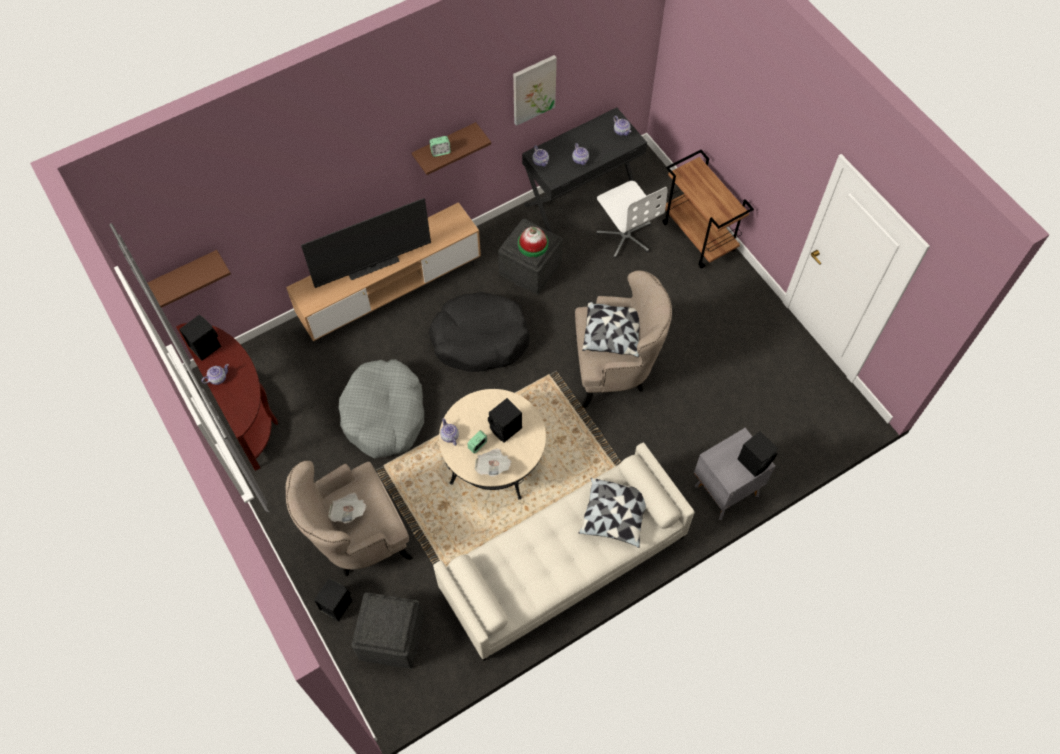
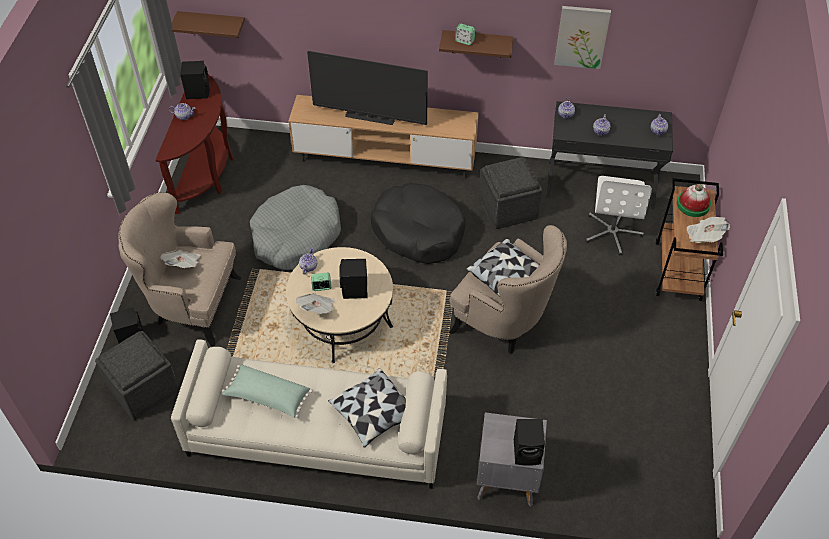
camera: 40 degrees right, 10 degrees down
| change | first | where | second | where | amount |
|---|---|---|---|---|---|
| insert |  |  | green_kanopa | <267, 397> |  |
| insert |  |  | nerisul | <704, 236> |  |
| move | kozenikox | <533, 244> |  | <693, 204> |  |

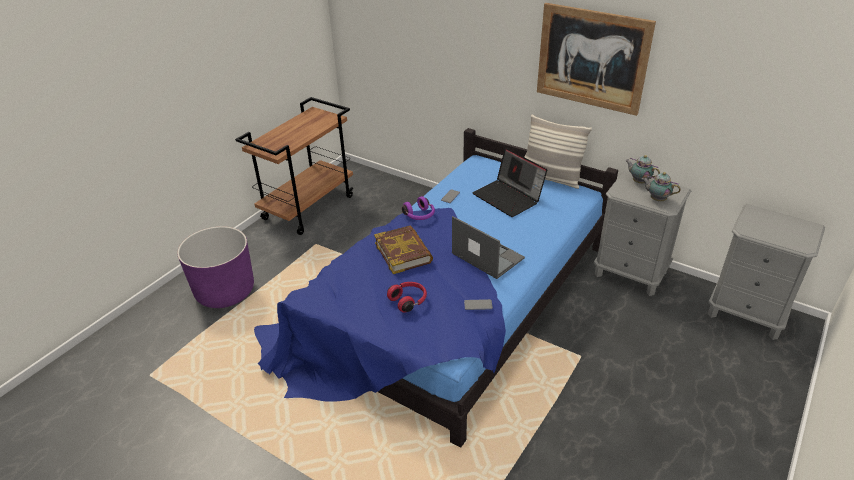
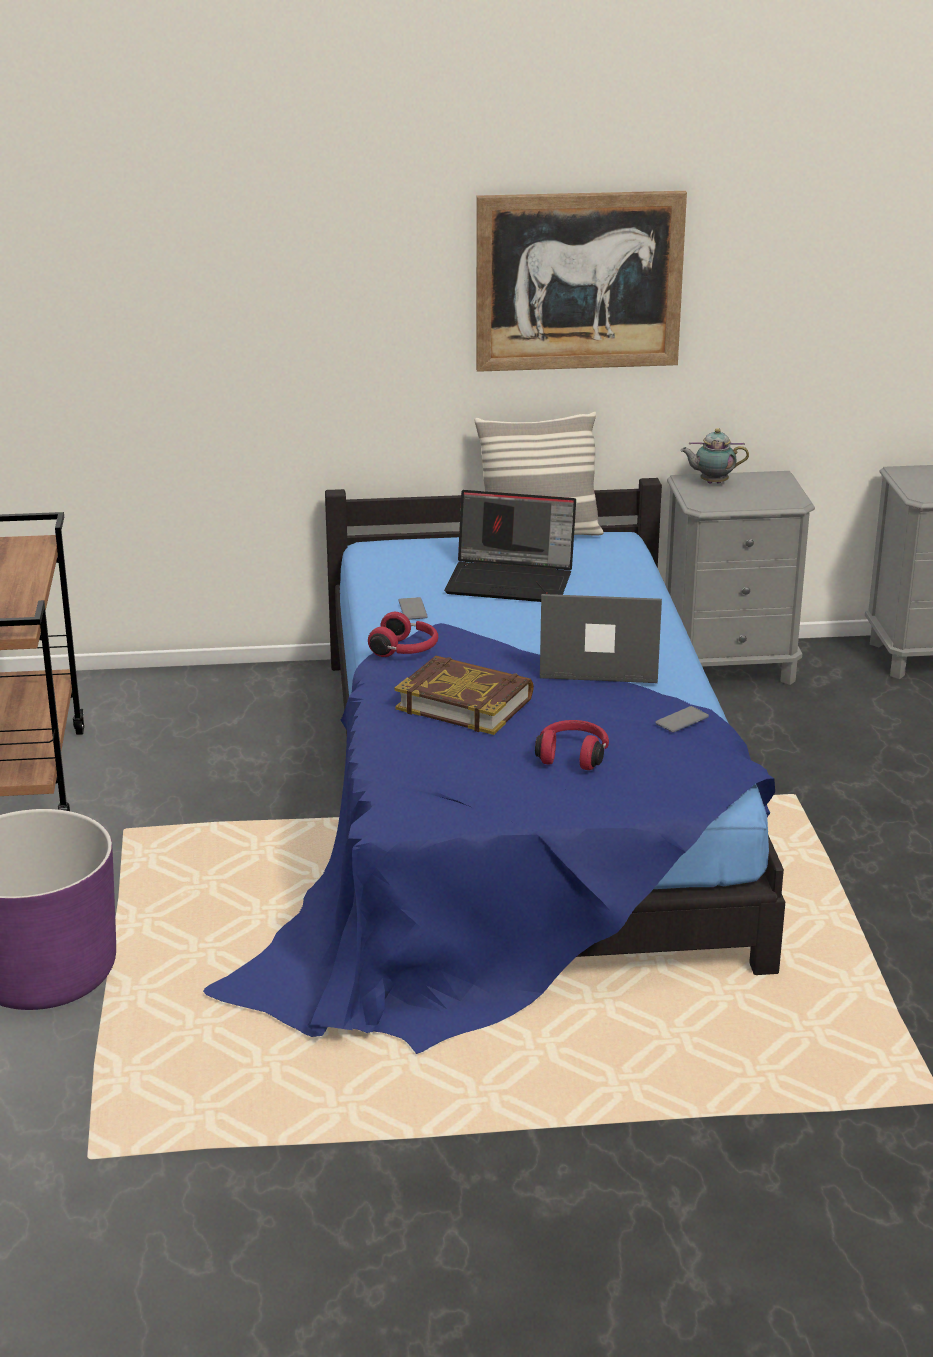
camera: 40 degrees left, 10 degrees down
| change | first | where | second | where | amount |
|---|---|---|---|---|---|
| delete | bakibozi | <656, 199> |  |  |  |
| recolor | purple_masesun | <420, 216> | red_masesun | <405, 650> |  |

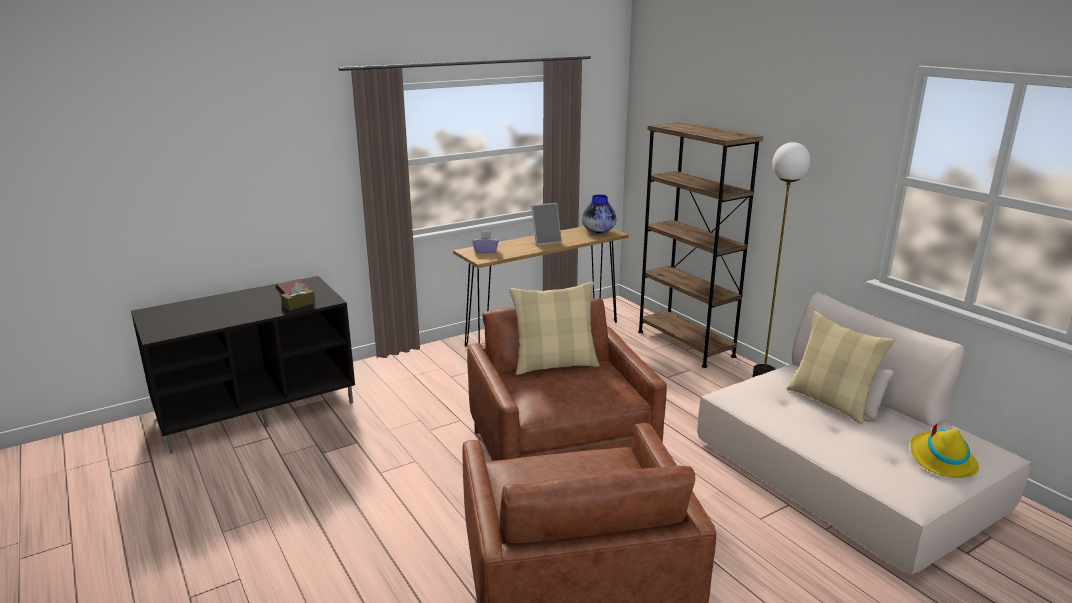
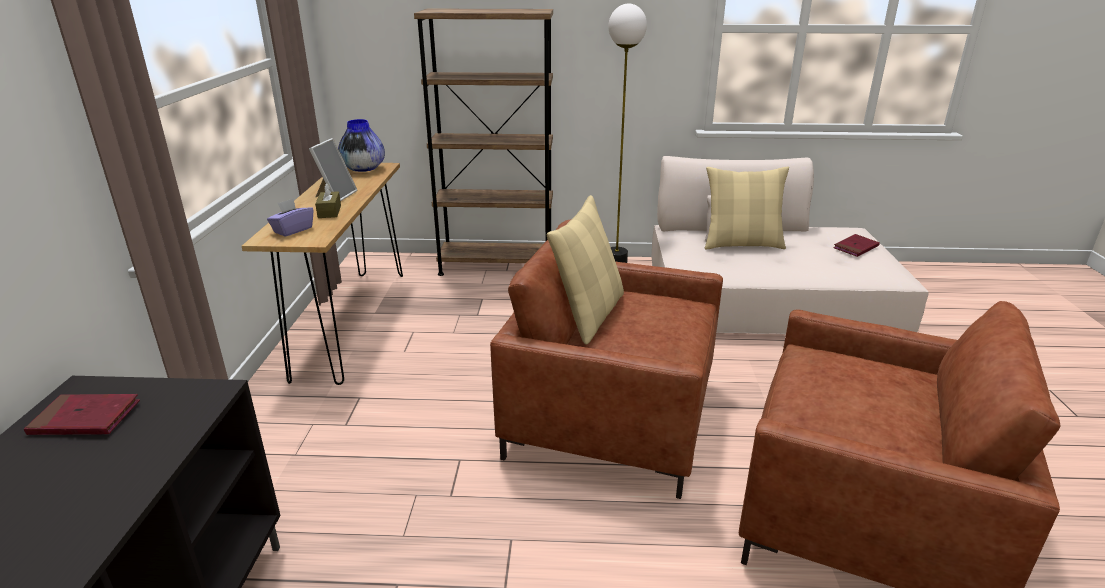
camera: 55 degrees left, 5 degrees up
| change | first | where | second | where | amount |
|---|---|---|---|---|---|
| move | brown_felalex | <298, 304> |  | <329, 211> |  |
| replace | yellow_kozenikox | <940, 460> | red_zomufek | <855, 247> |  |

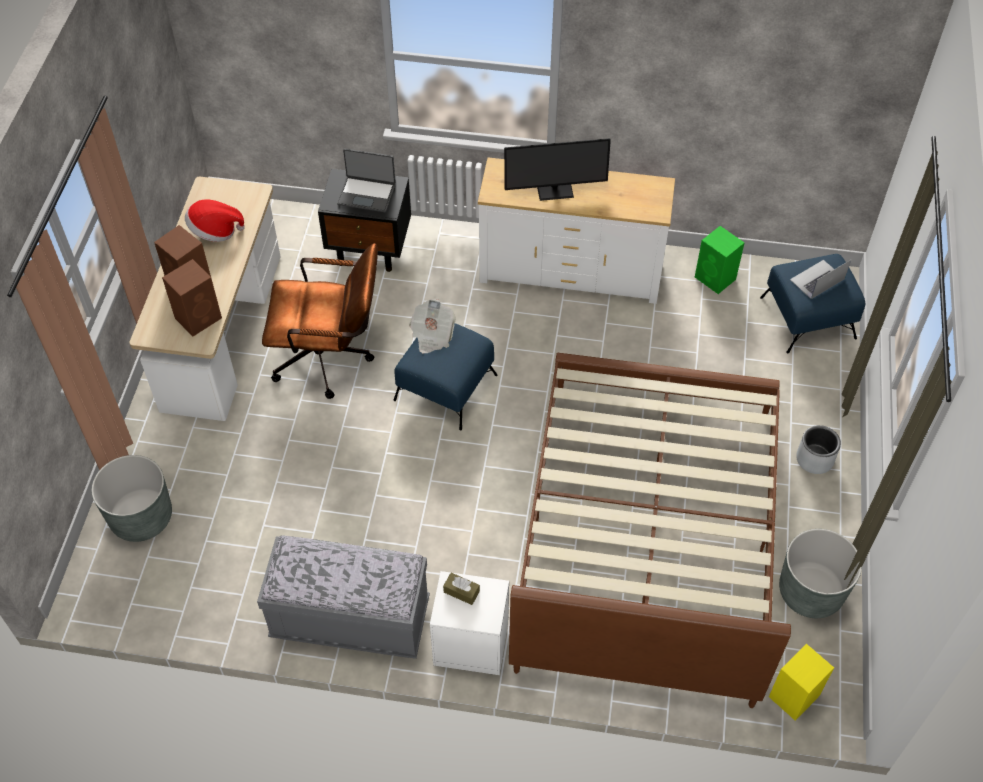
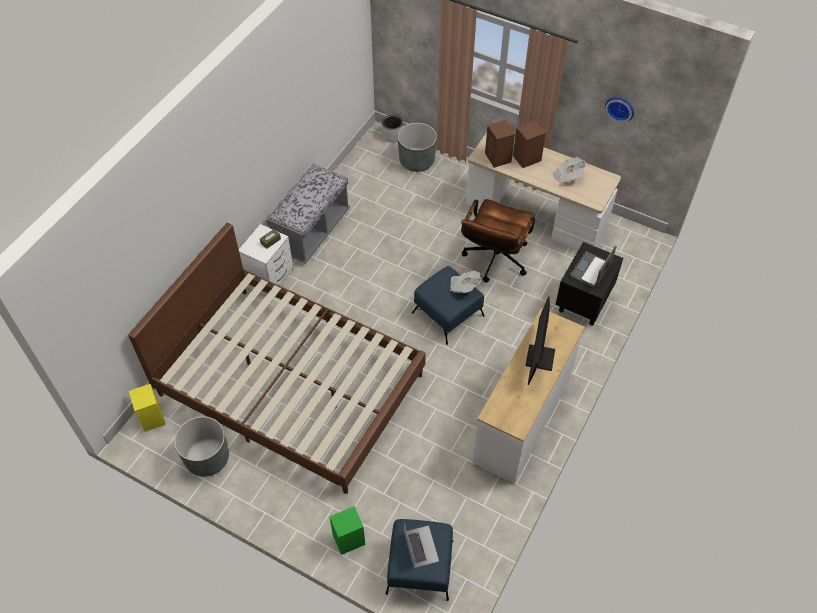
camera: 110 degrees right, 0 degrees up
| change | first | where | second | where | amount |
|---|---|---|---|---|---|
| insert |  |  | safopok | <620, 108> |  |
| move | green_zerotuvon | <716, 279> |  | <348, 540> |  |
| move | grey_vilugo | <814, 459> |  | <392, 135> |  |
| replace | kozenikox | <215, 231> | nerisul | <567, 176> |  |

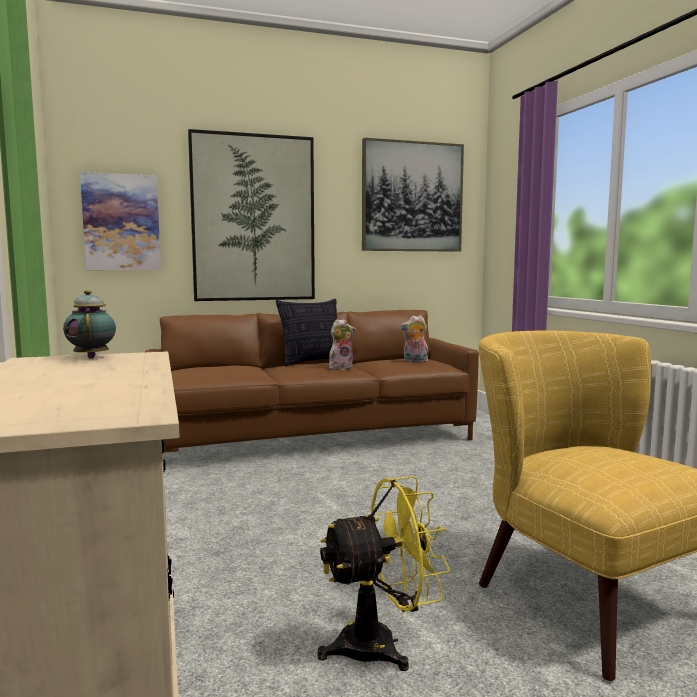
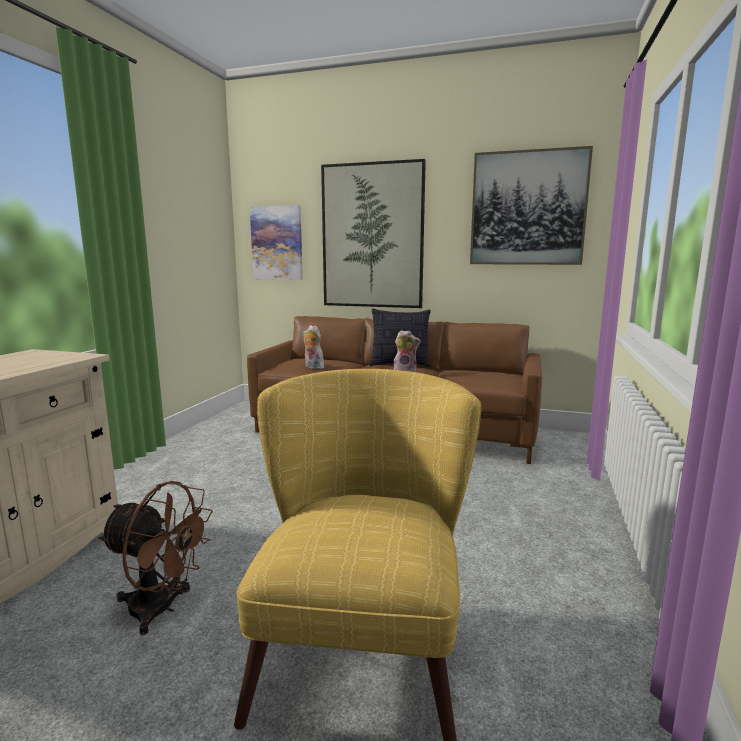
camera: 35 degrees right, 5 degrees up
| change | first | where | second | where | amount |
|---|---|---|---|---|---|
| delete | bakibozi | <92, 357> |  |  |  |
| move | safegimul | <415, 362> |  | <312, 367> |  |
| recolor | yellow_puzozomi | <382, 644> | brown_puzozomi | <162, 609> |  |

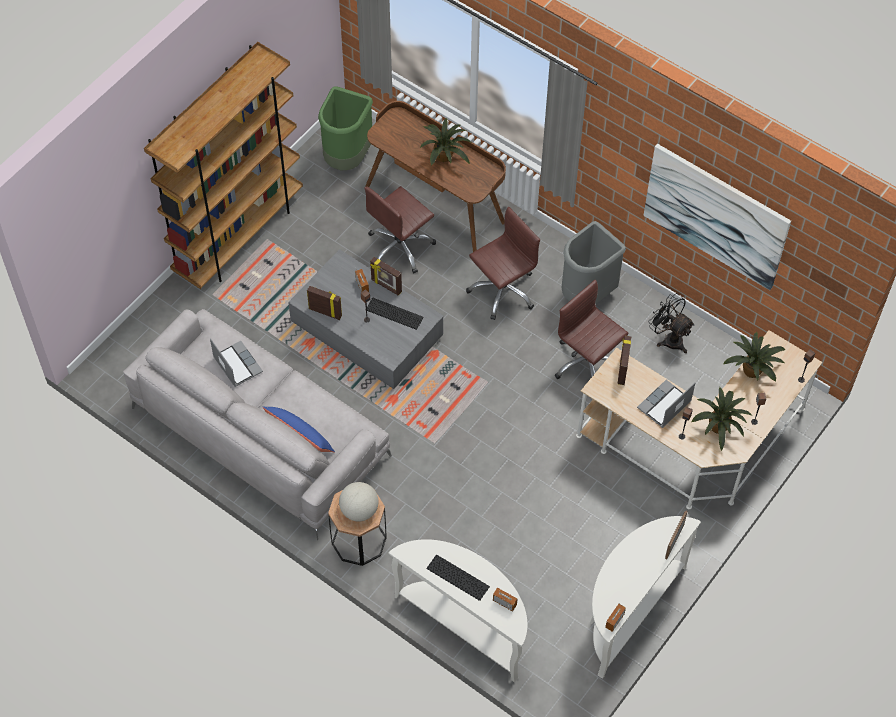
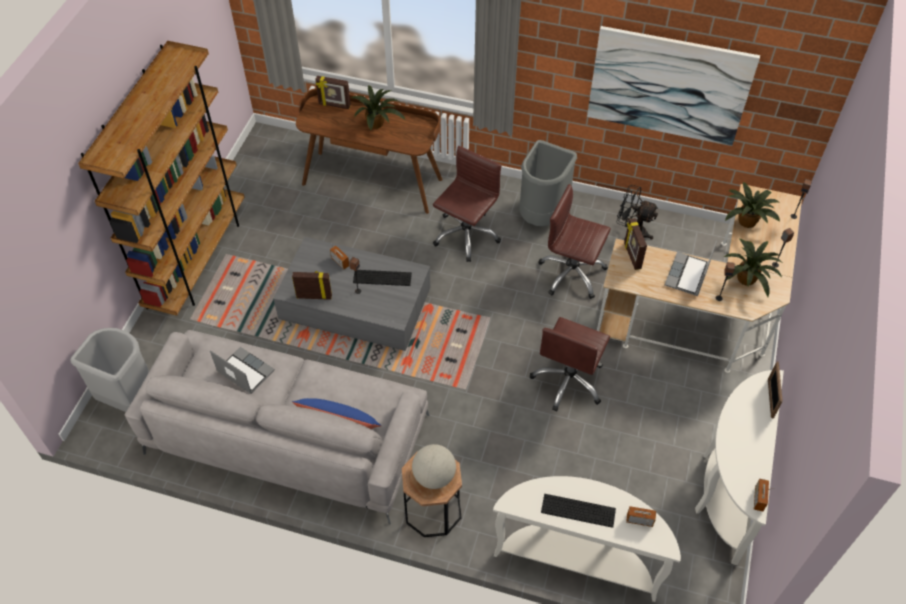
camera: 20 degrees left, 5 degrees down
| change | first | where | second | where | amount |
|---|---|---|---|---|---|
| delete | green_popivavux | <347, 157> |  |  |  |
| insert |  |  | grey_popivavux | <130, 398> |  |
| move | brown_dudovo | <400, 247> |  | <568, 381> |  |
| move | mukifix | <386, 286> |  | <334, 105> |  |

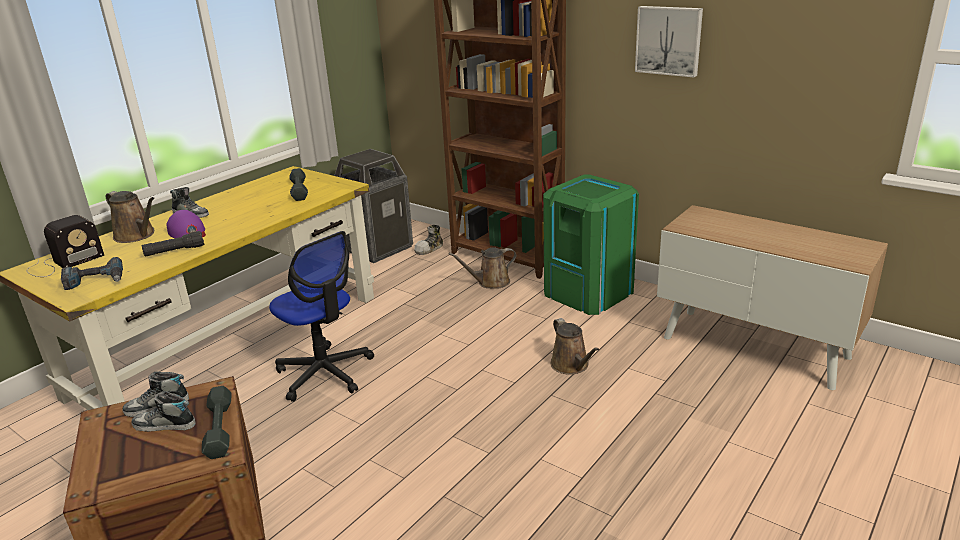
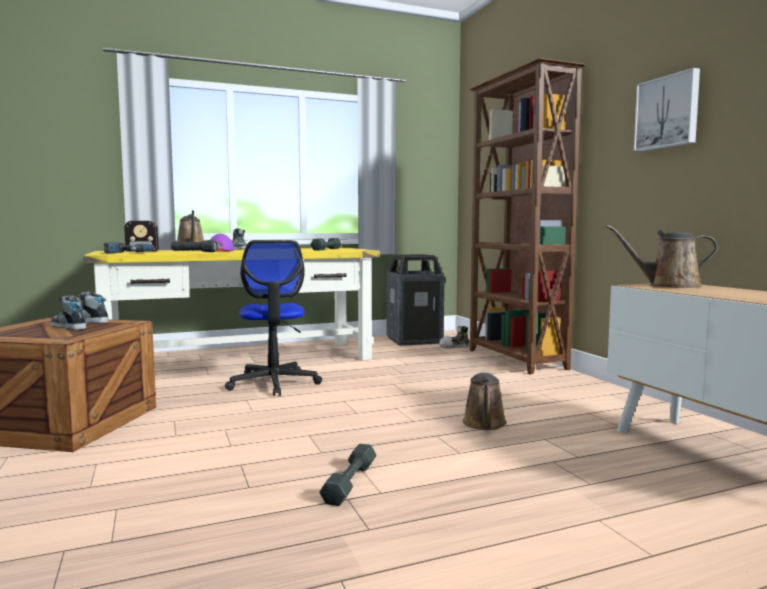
camera: 30 degrees right, 20 degrees down
| change | first | where | second | where | amount |
|---|---|---|---|---|---|
| delete | green_popivavux | <588, 292> |  |  |  |
| move | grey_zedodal | <219, 428> |  | <349, 482> |  |
| move | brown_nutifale | <490, 282> |  | <668, 286> |  |

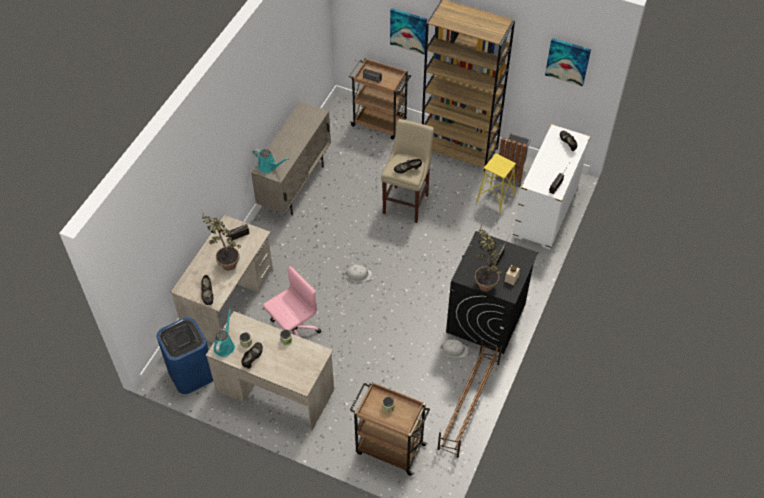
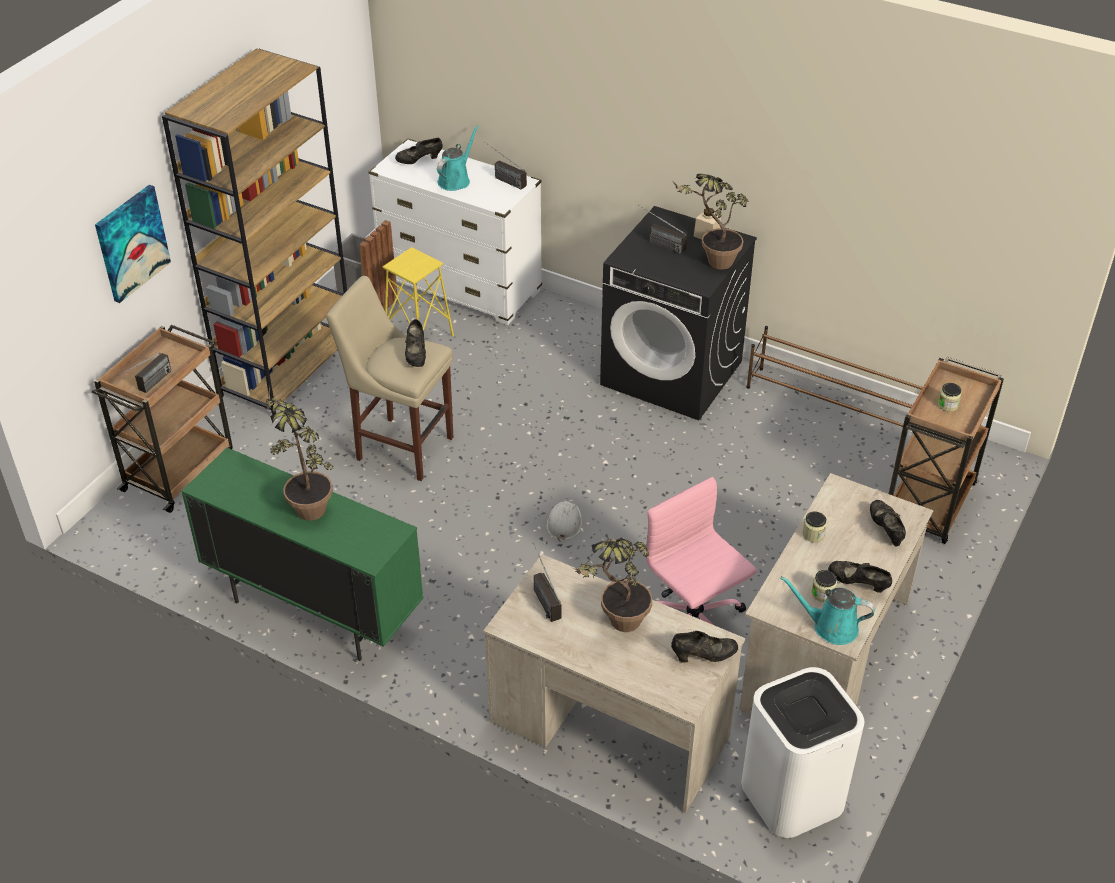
camera: 85 degrees left, 10 degrees down
| change | first | where | second | where | amount |
|---|---|---|---|---|---|
| delete | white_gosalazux | <454, 349> |  |  |  |
| delete | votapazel | <568, 61> |  |  |  |
| insert |  |  | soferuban | <306, 503> |  |
| insert |  |  | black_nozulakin | <885, 530> |  |
| move | turquoise_nutifale | <269, 167> |  | <455, 180> |  |
| recolor | blue_popivavux | <191, 373> | white_popivavux | <792, 795> |  |
| recolor | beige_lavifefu | <295, 186> | green_lavifefu | <314, 610> |  |

